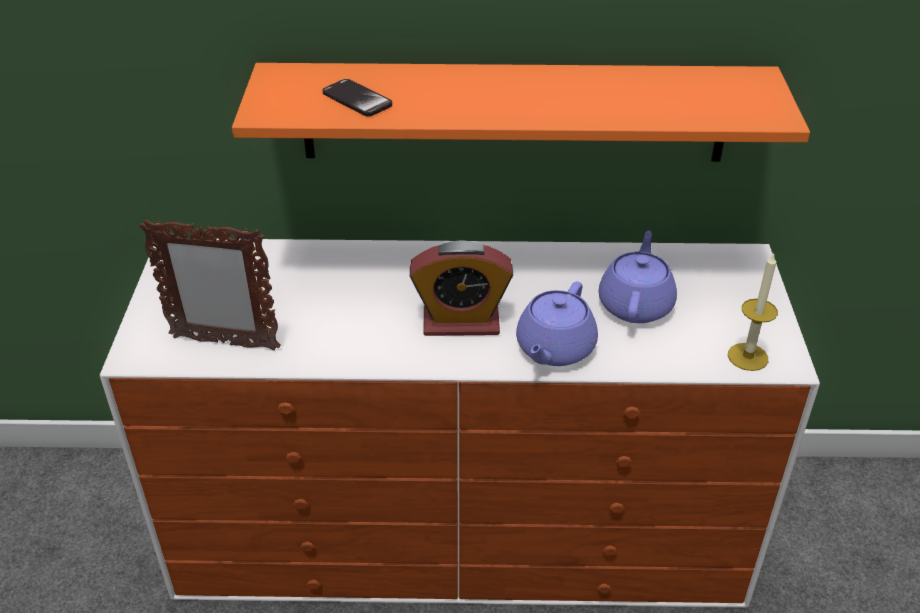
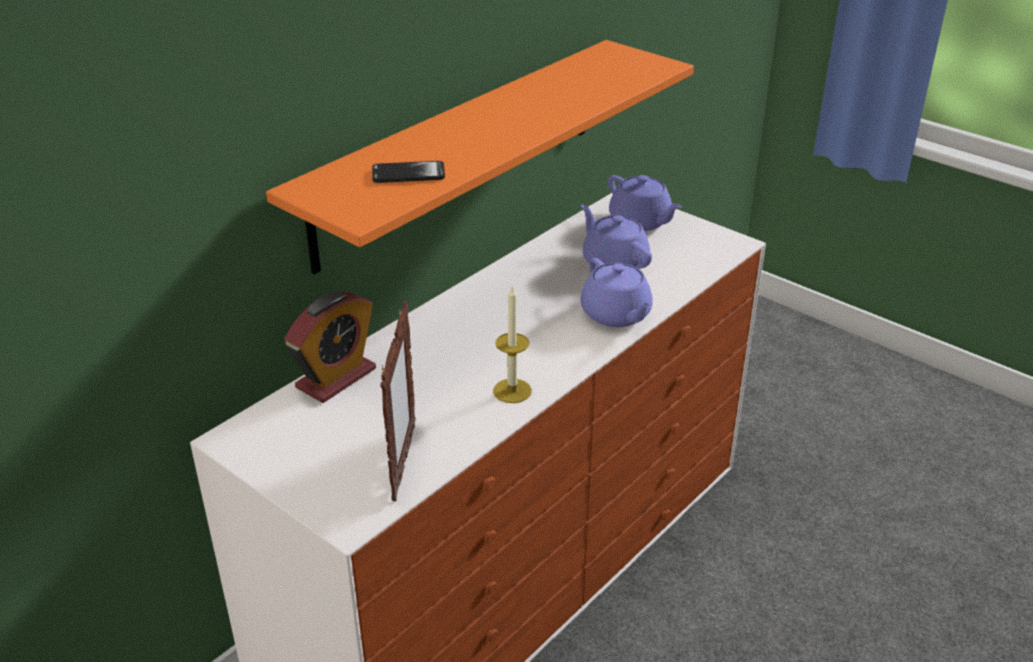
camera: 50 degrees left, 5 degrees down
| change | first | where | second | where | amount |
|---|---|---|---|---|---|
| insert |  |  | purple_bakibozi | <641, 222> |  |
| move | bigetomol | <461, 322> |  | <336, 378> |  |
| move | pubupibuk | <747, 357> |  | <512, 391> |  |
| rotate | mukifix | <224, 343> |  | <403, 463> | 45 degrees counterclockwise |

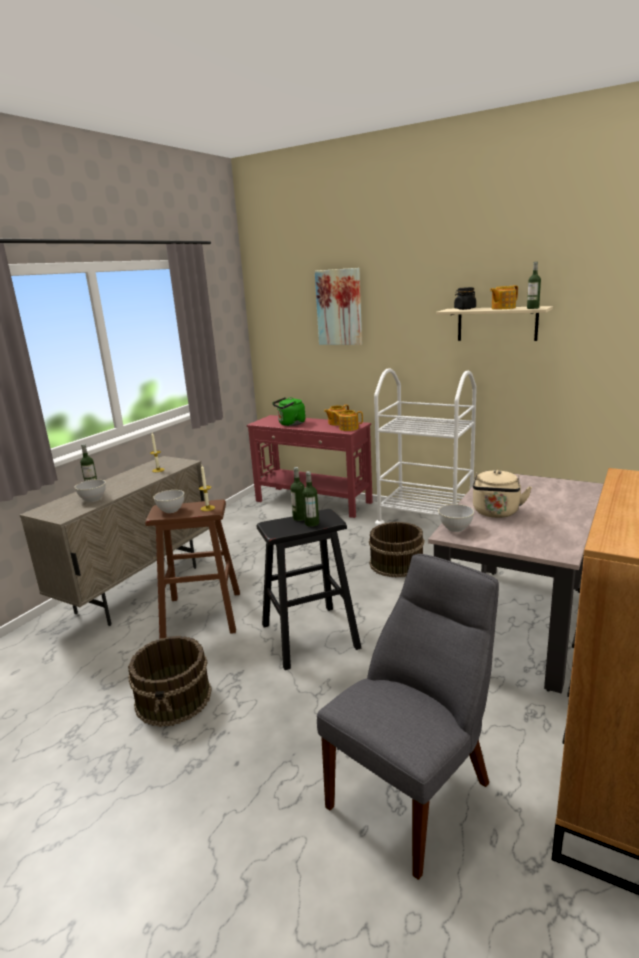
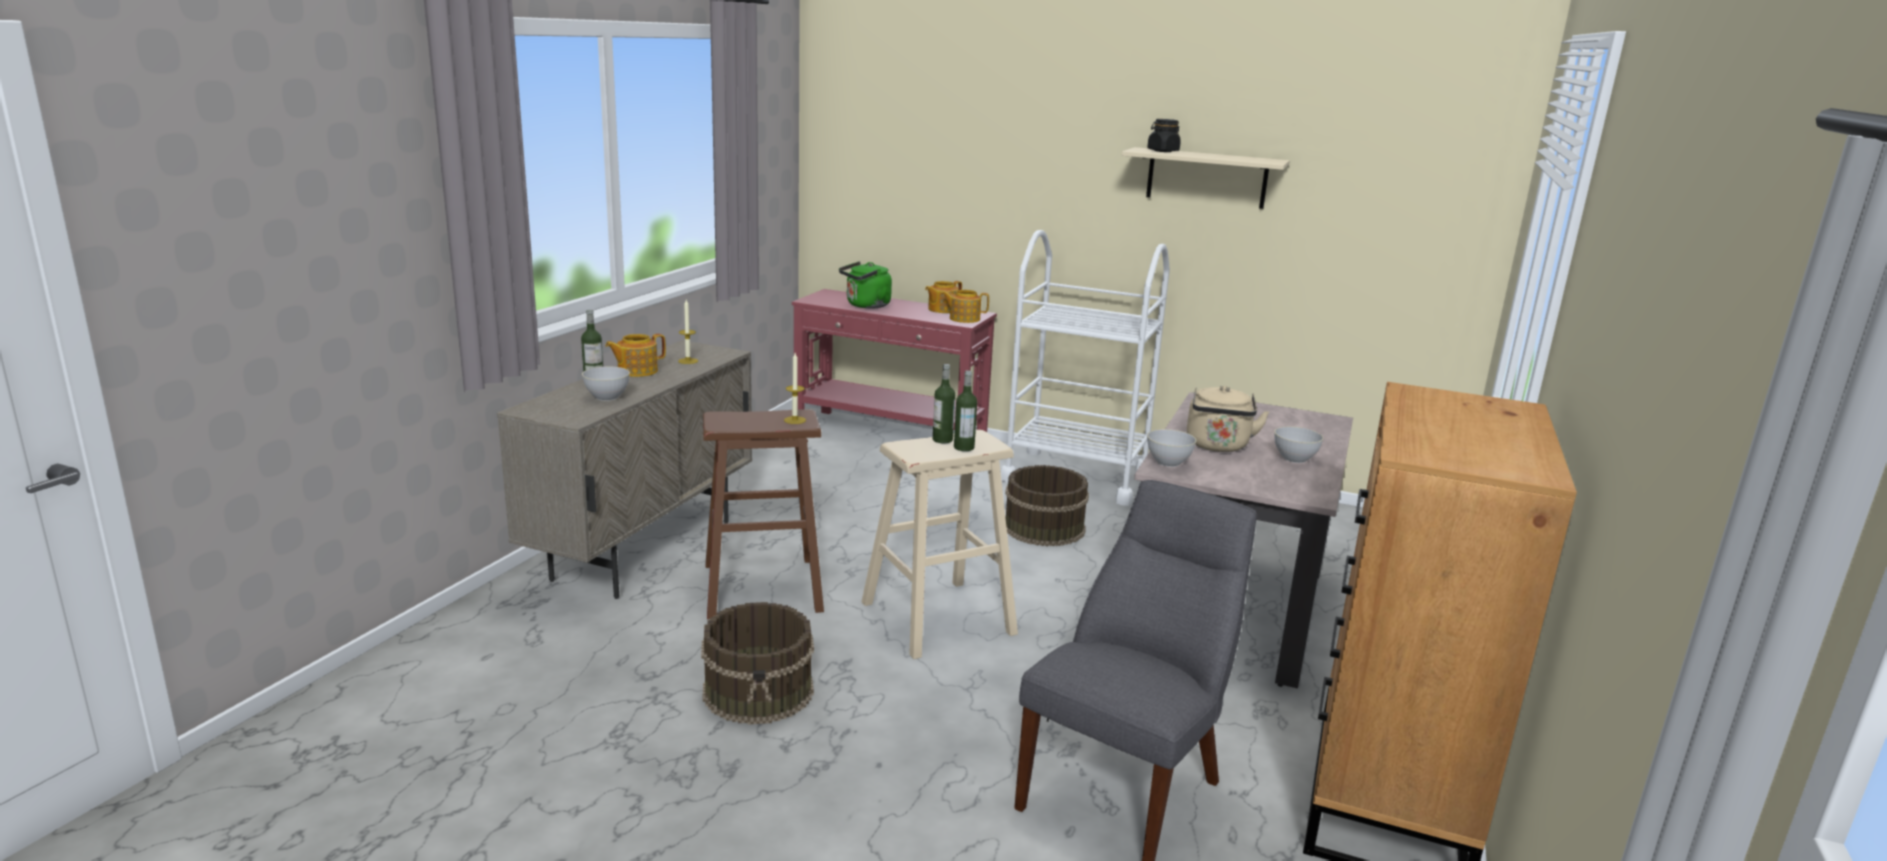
camera: 10 degrees left, 0 degrees up
| change | first | where | second | where | amount |
|---|---|---|---|---|---|
| delete | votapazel | <339, 307> |  |  |  |
| delete | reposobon | <533, 308> |  |  |  |
| move | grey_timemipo | <171, 510> |  | <1294, 458> |  |
| move | bakibozi | <502, 308> |  | <636, 371> |  |
| recolor | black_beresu | <309, 636> | beige_beresu | <937, 618> |  |

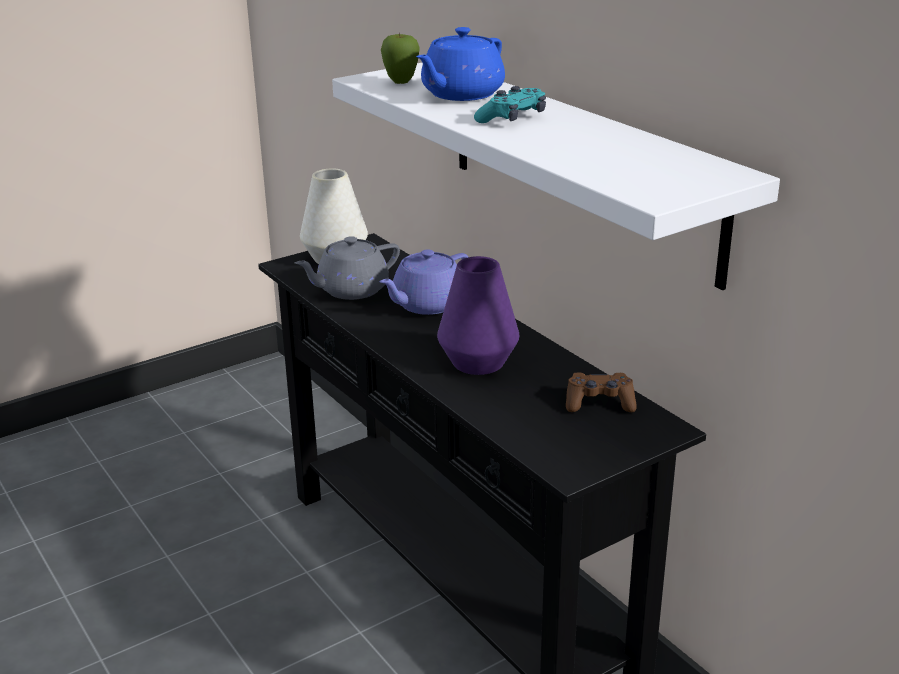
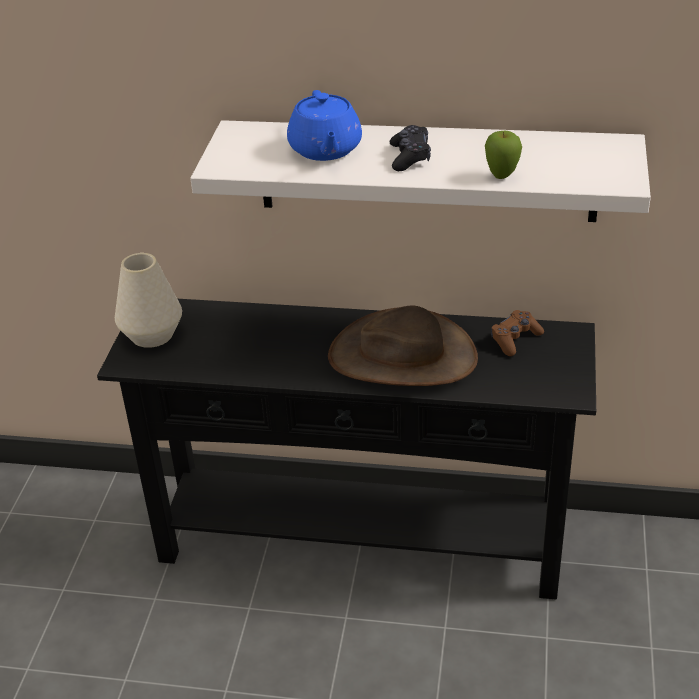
camera: 45 degrees left, 10 degrees up
| change | first | where | second | where | amount |
|---|---|---|---|---|---|
| delete | grey_bakibozi | <351, 290> |  |  |  |
| delete | purple_bakibozi | <426, 304> |  |  |  |
| move | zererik | <401, 83> |  | <501, 176> |  |
| replace | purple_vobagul | <478, 362> | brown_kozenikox | <402, 356> |  |
| recolor | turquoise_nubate | <512, 118> | black_nubate | <410, 157> |  |

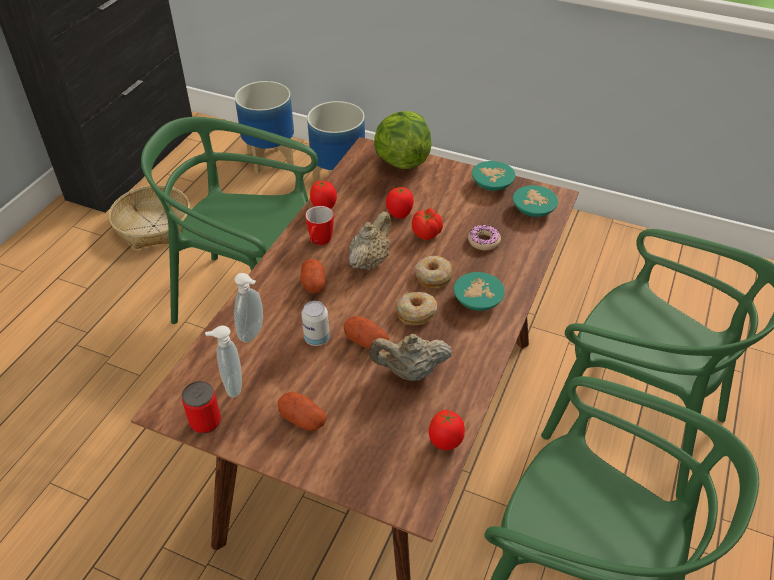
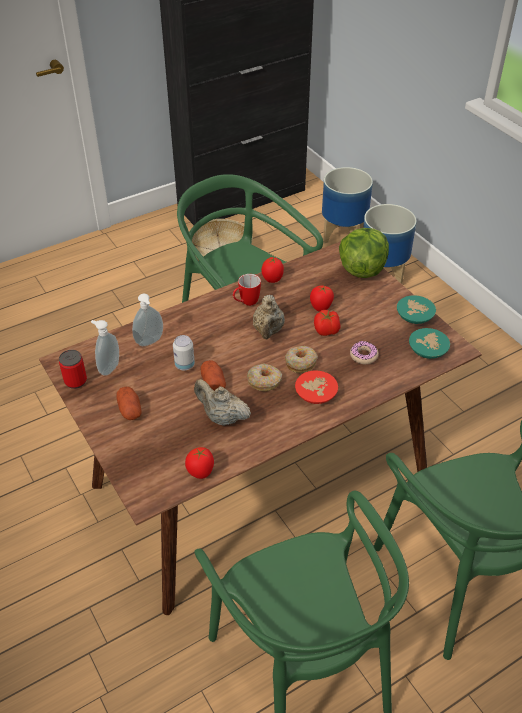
camera: 35 degrees right, 0 degrees up
| change | first | where | second | where | amount |
|---|---|---|---|---|---|
| delete | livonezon | <313, 283> |  |  |  |
| recolor | turquoise_timemipo | <476, 301> | red_timemipo | <314, 394> |  |
| rotate | beige_bakibozi | <370, 261> |  | <268, 331> | 120 degrees clockwise |

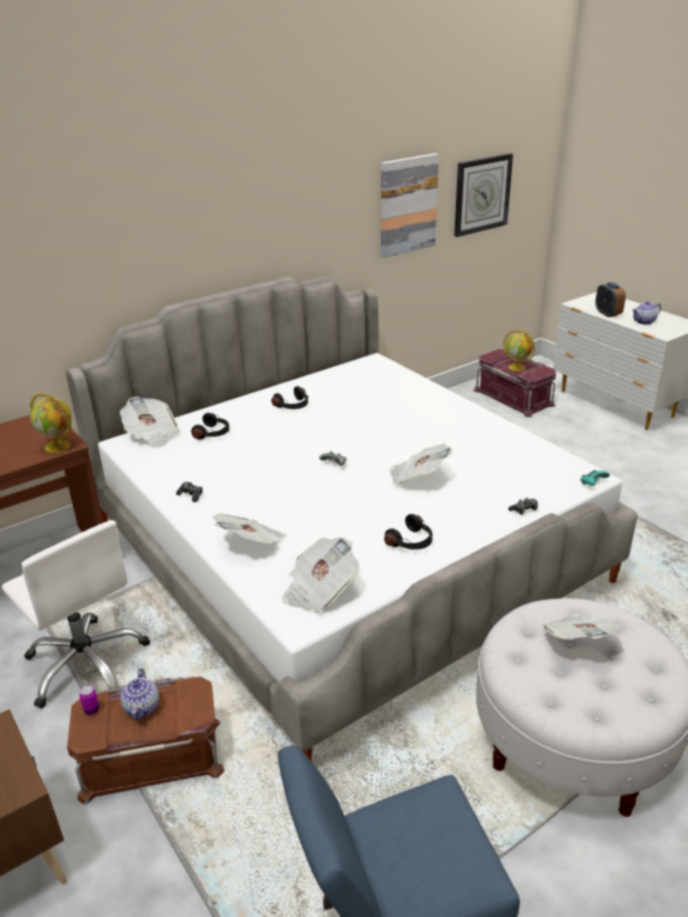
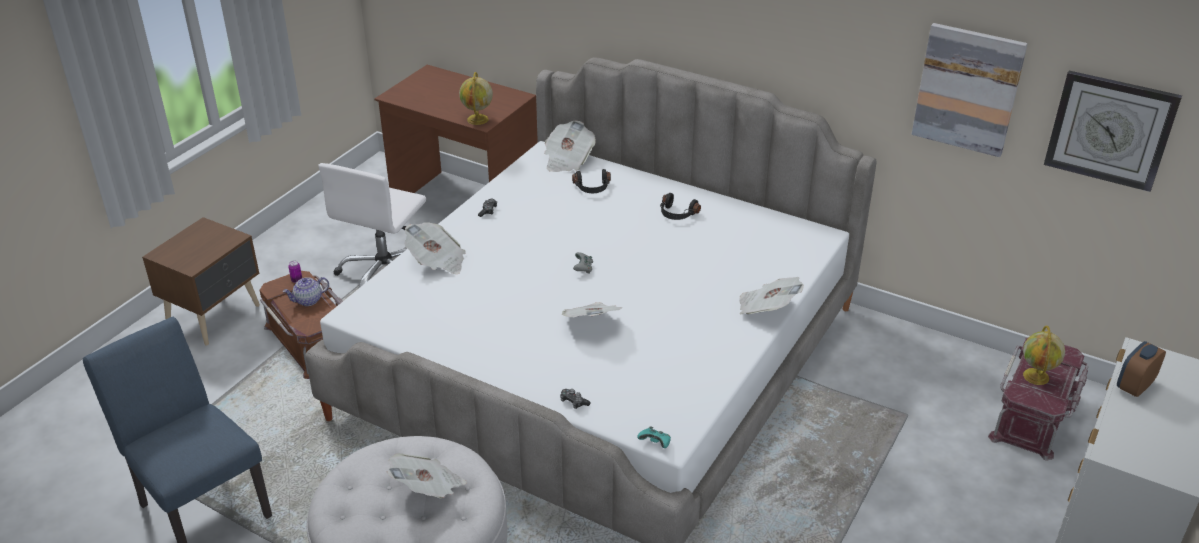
camera: 65 degrees right, 5 degrees up
| change | first | where | second | where | amount |
|---|---|---|---|---|---|
| delete | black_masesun | <411, 542> |  |  |  |
| delete | bakibozi | <644, 322> |  |  |  |
| move | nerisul | <319, 591> |  | <767, 309> |  |

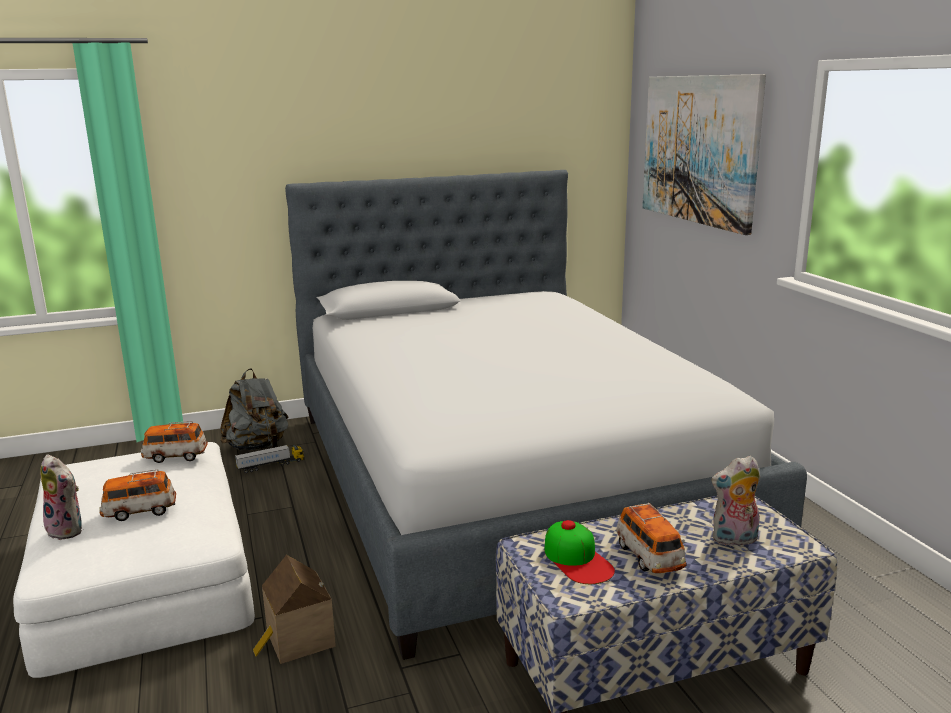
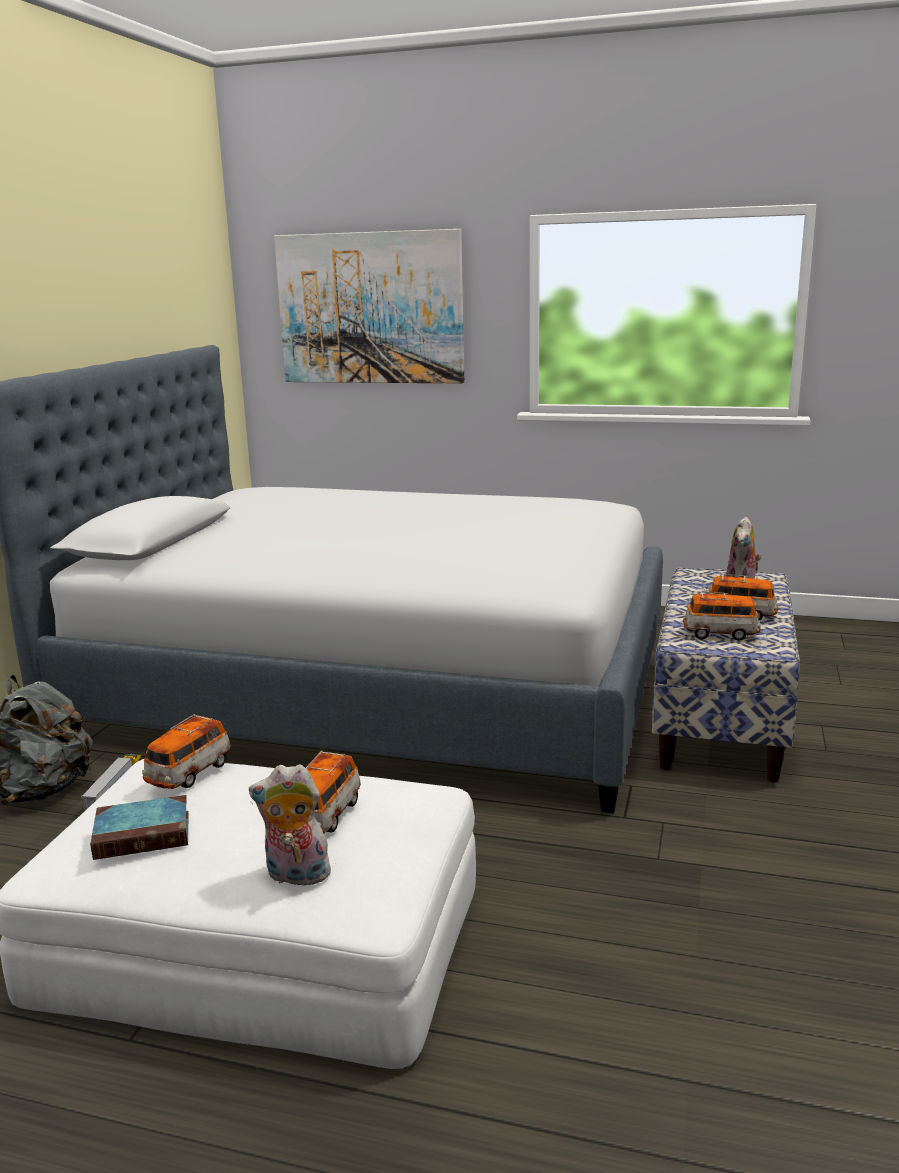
camera: 55 degrees left, 0 degrees up
| change | first | where | second | where | amount |
|---|---|---|---|---|---|
| delete | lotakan | <297, 640> |  |  |  |
| insert |  |  | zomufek | <145, 834> |  |
| replace | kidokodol | <577, 559> | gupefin | <721, 634> |  |
| rotate | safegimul | <68, 530> |  | <295, 876> | 150 degrees counterclockwise |

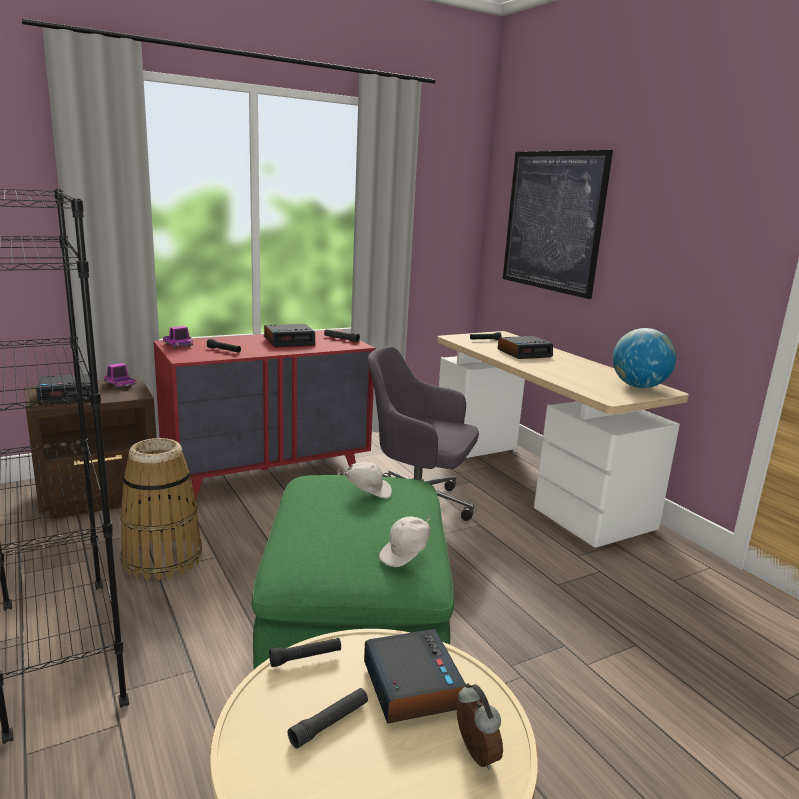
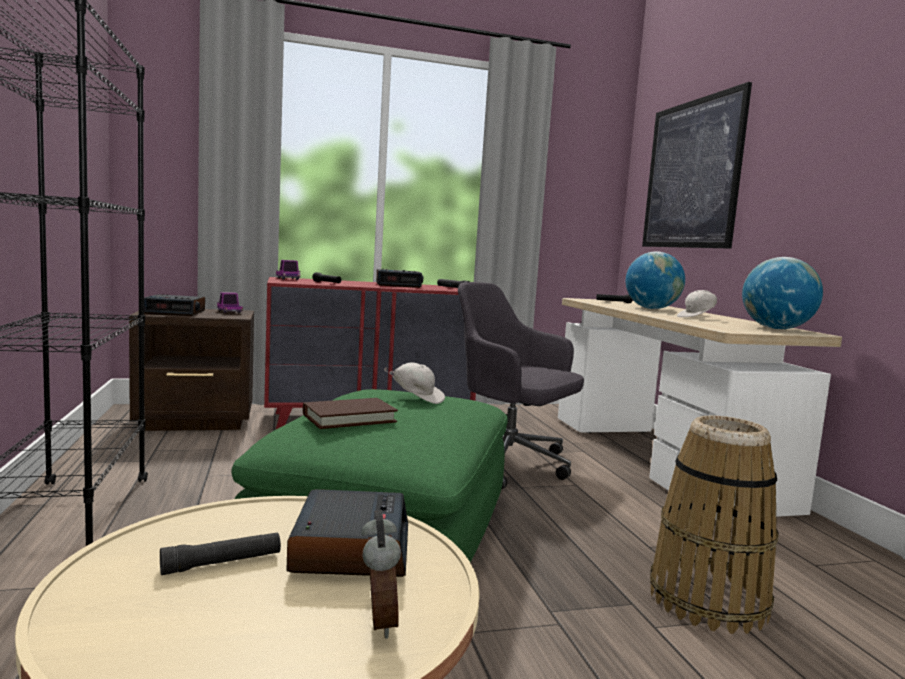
camera: 15 degrees right, 10 degrees down
| change | first | where | second | where | amount |
|---|---|---|---|---|---|
| delete | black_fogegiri | <305, 658> |  |  |  |
| insert |  |  | brown_zomufek | <349, 418> |  |
| move | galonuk | <162, 558> |  | <707, 600> |  |
| move | white_kidokodol | <406, 555> |  | <697, 317> |  |
| replace | bigetomol | <524, 353> | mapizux | <651, 309> |  |

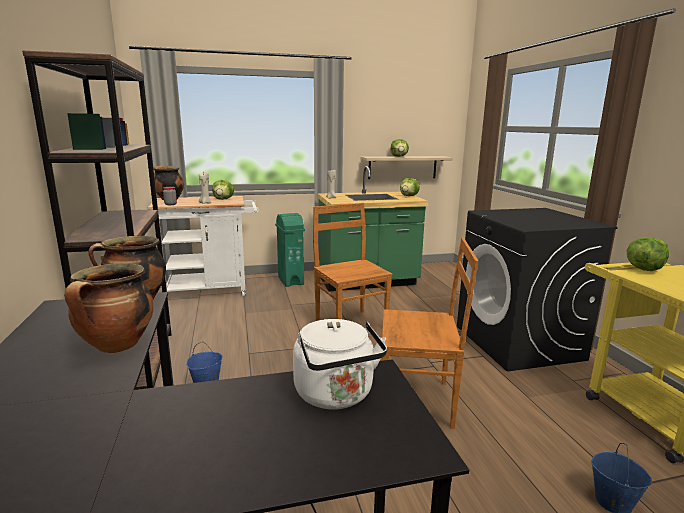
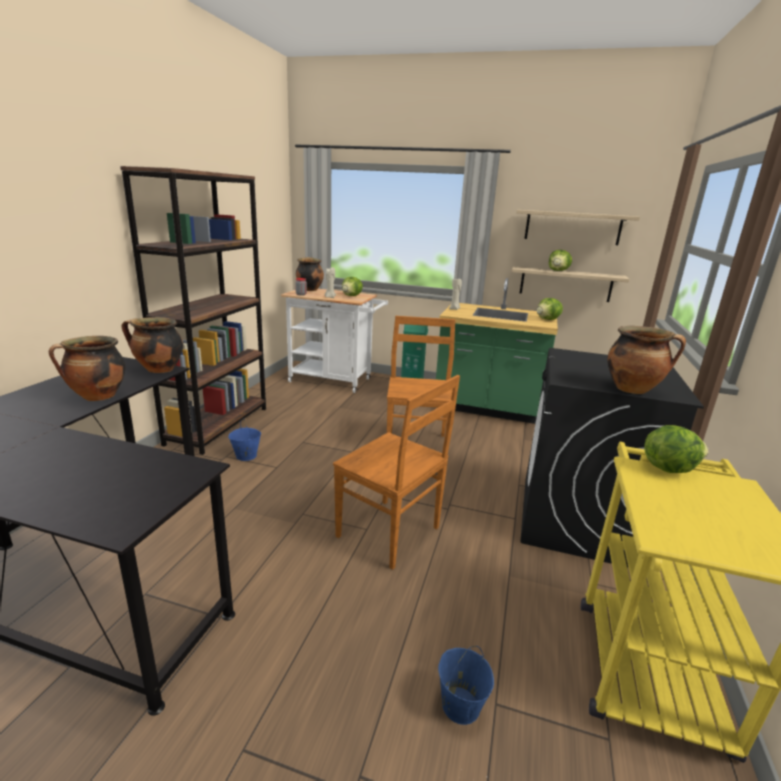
camera: 30 degrees right, 5 degrees up
| change | first | where | second | where | amount |
|---|---|---|---|---|---|
| delete | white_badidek | <336, 395> |  |  |  |
| insert |  |  | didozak | <572, 227> |  |
| insert |  |  | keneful | <633, 389> |  |

